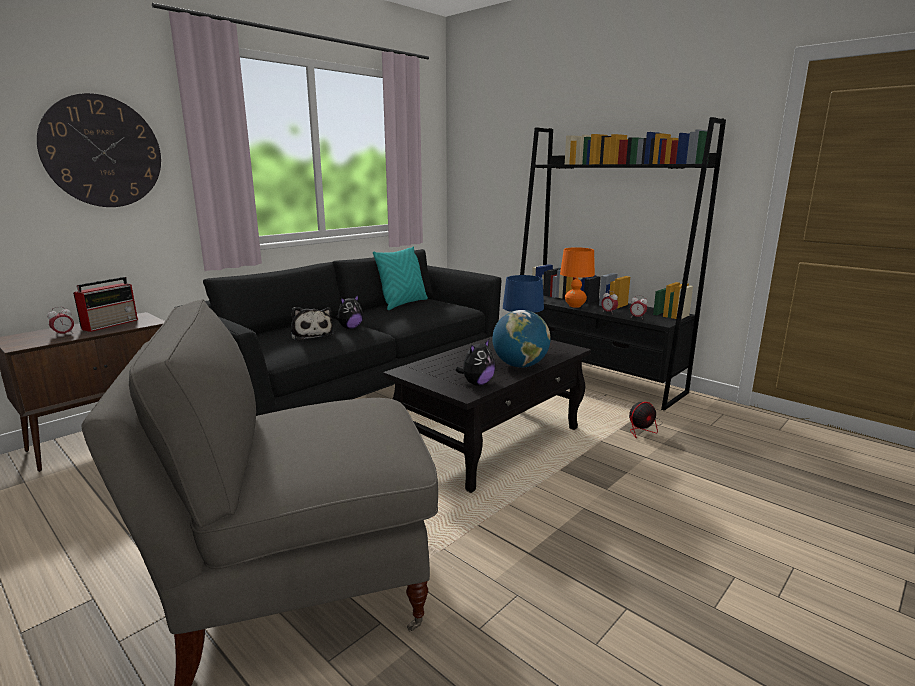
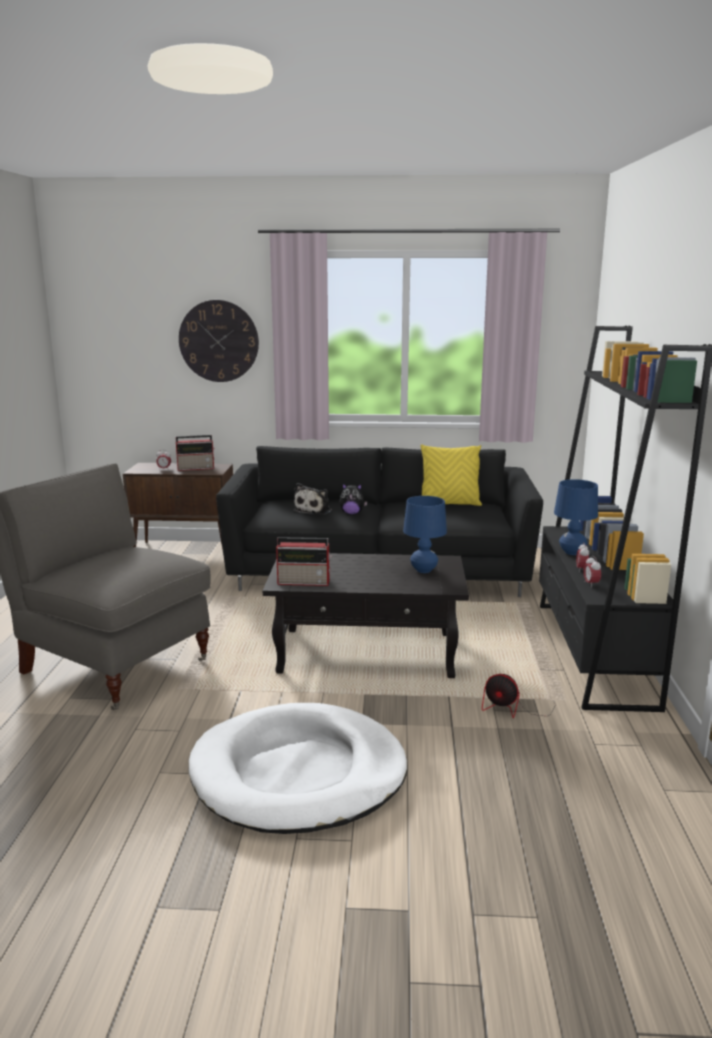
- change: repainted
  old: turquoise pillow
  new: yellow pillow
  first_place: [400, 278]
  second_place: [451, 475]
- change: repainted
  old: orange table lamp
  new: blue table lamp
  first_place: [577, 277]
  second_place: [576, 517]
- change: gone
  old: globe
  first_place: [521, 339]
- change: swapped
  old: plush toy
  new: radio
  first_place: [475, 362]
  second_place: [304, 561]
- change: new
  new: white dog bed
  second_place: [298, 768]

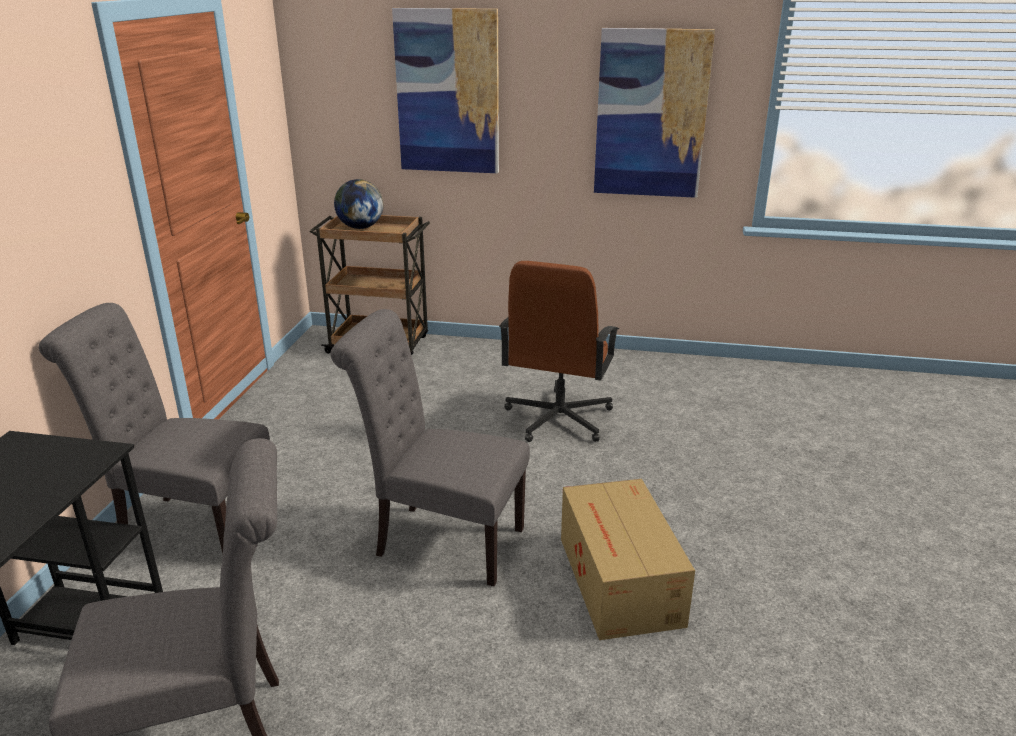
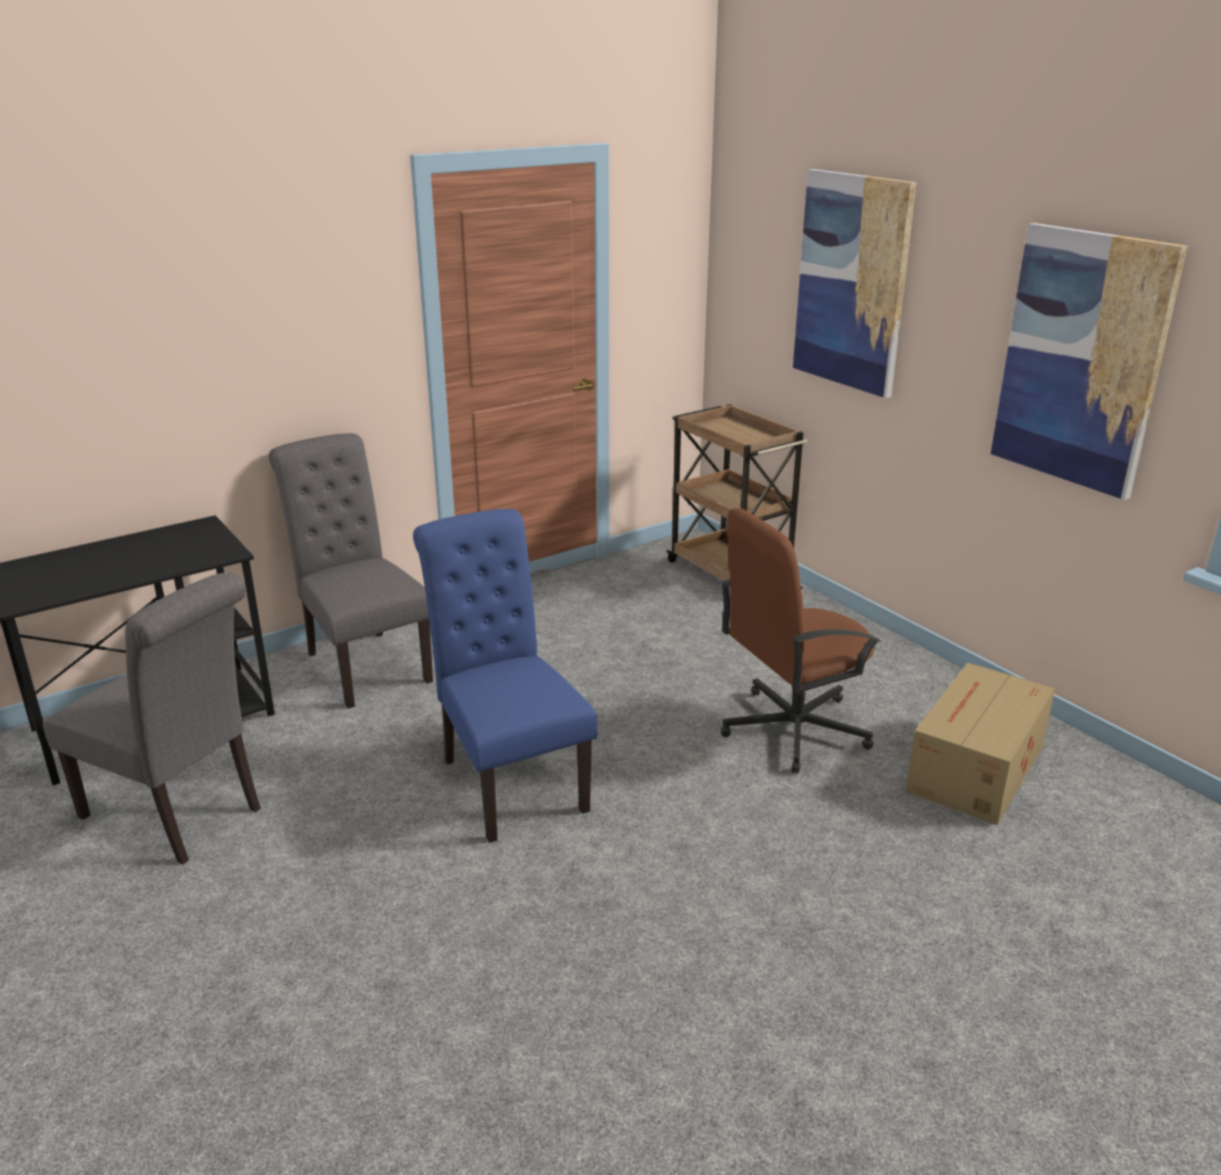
- change: gone
  old: globe
  first_place: [359, 204]
- change: repainted
  old: grey chair
  new: blue chair
  first_place: [430, 447]
  second_place: [505, 676]
- change: shifted
  old: cardboard box
  first_place: [628, 559]
  second_place: [980, 743]

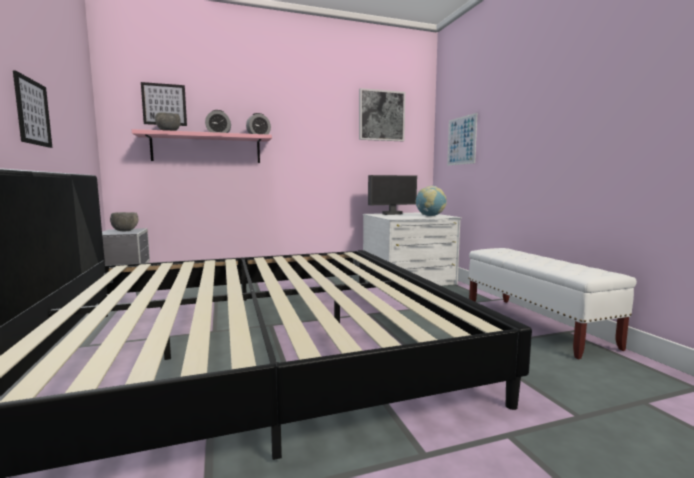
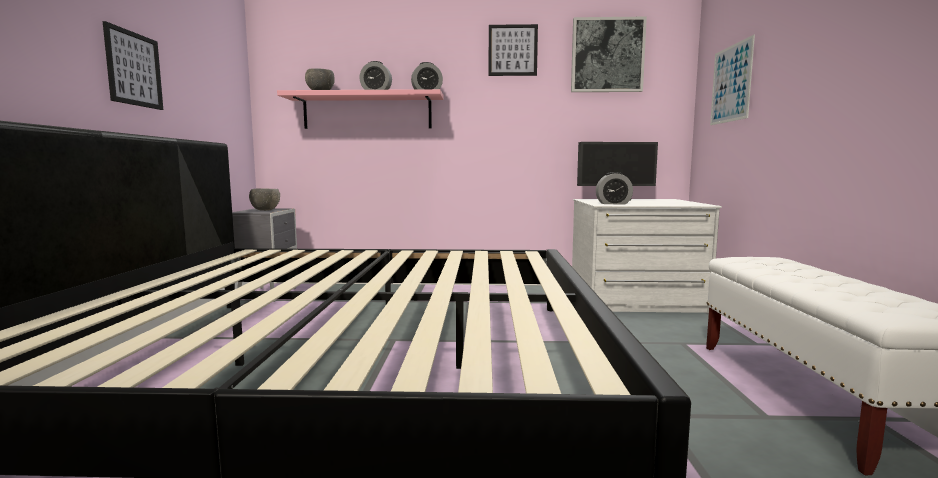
- change: shifted
  old: picture
  first_place: [164, 104]
  second_place: [513, 50]
- change: gone
  old: globe
  first_place: [431, 201]
- change: new
  new: alarm clock
  second_place: [614, 188]

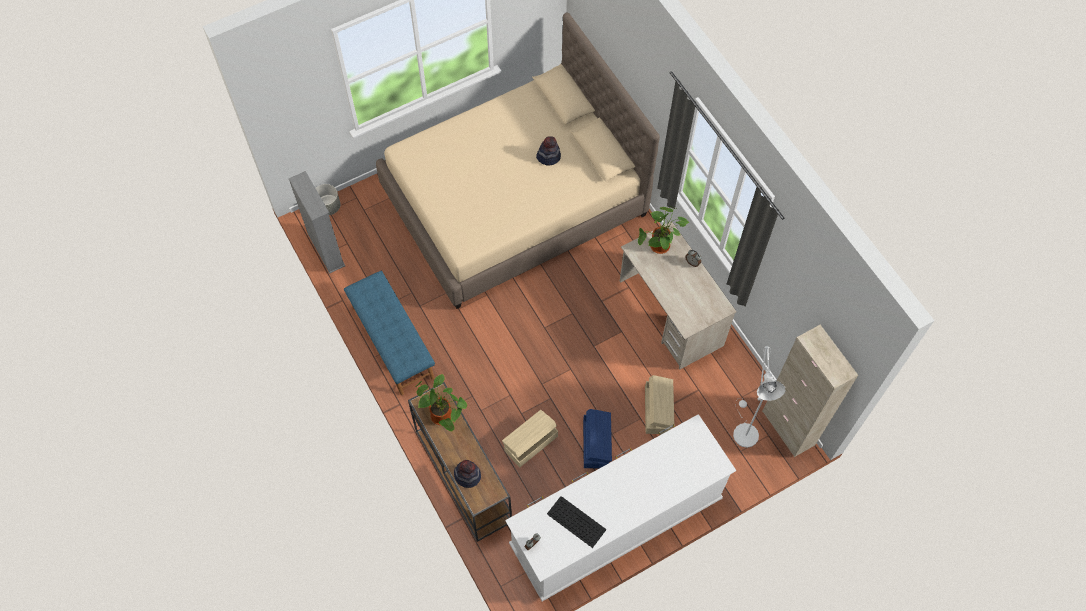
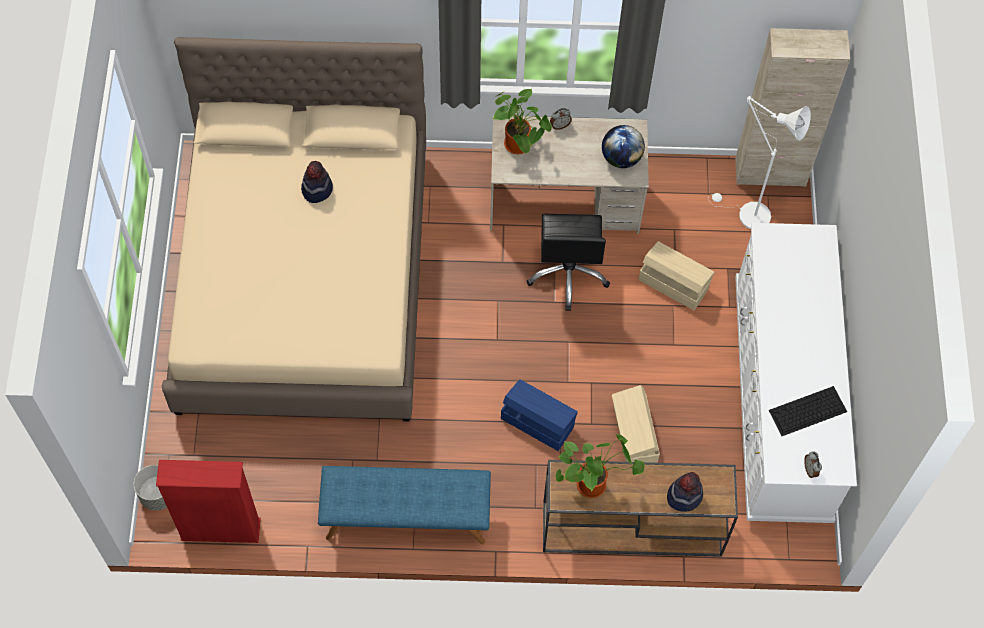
- change: repainted
  old: grey bookcase
  new: red bookcase
  first_place: [317, 222]
  second_place: [208, 501]
- change: shifted
  old: blue storage box
  first_place: [597, 438]
  second_place: [539, 415]
- change: new
  new: globe
  second_place: [623, 146]
- change: new
  new: black office chair
  second_place: [568, 262]

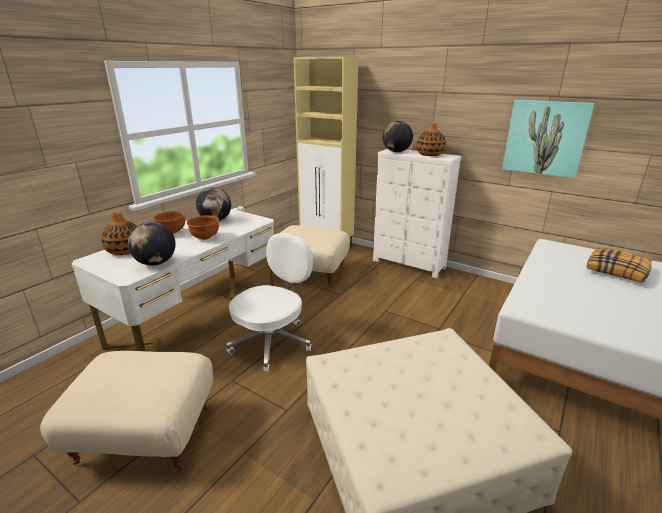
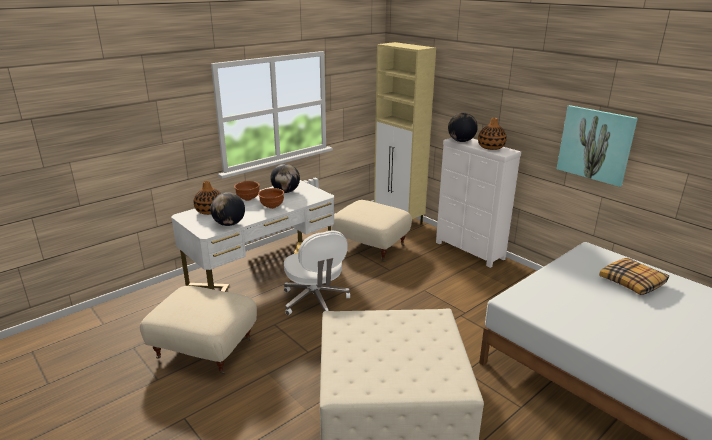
- change: rotated
  old: white office chair
  first_place: [269, 302]
  second_place: [317, 272]
  degrees: 105

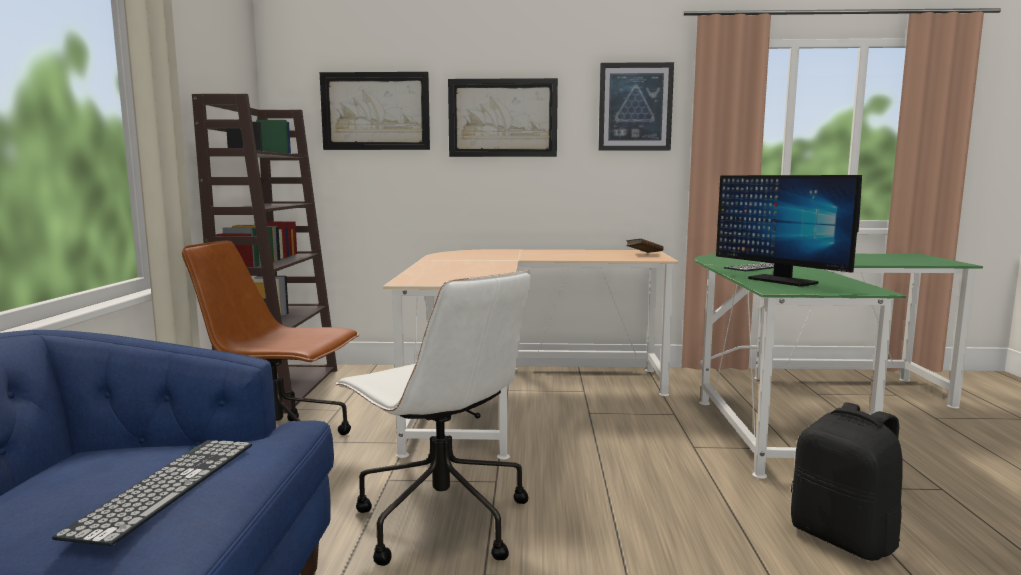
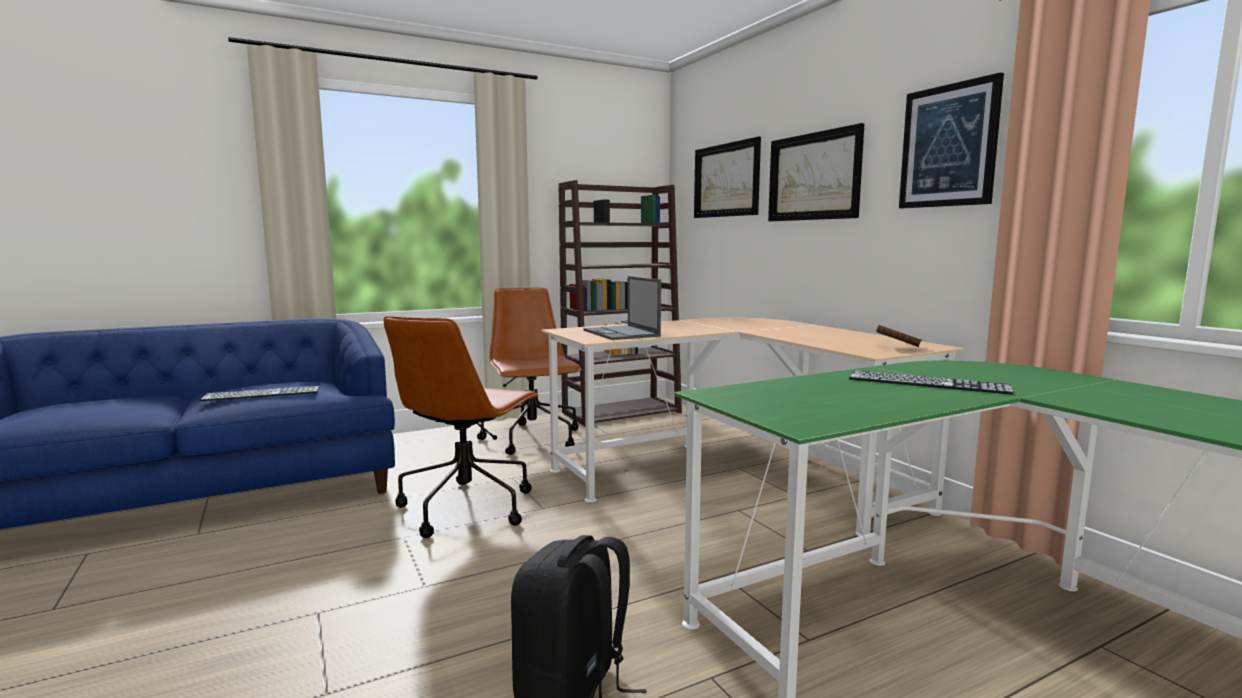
- change: gone
  old: monitor
  first_place: [789, 231]
- change: repainted
  old: white office chair
  new: brown office chair
  first_place: [433, 418]
  second_place: [461, 427]
- change: new
  new: laptop
  second_place: [622, 308]

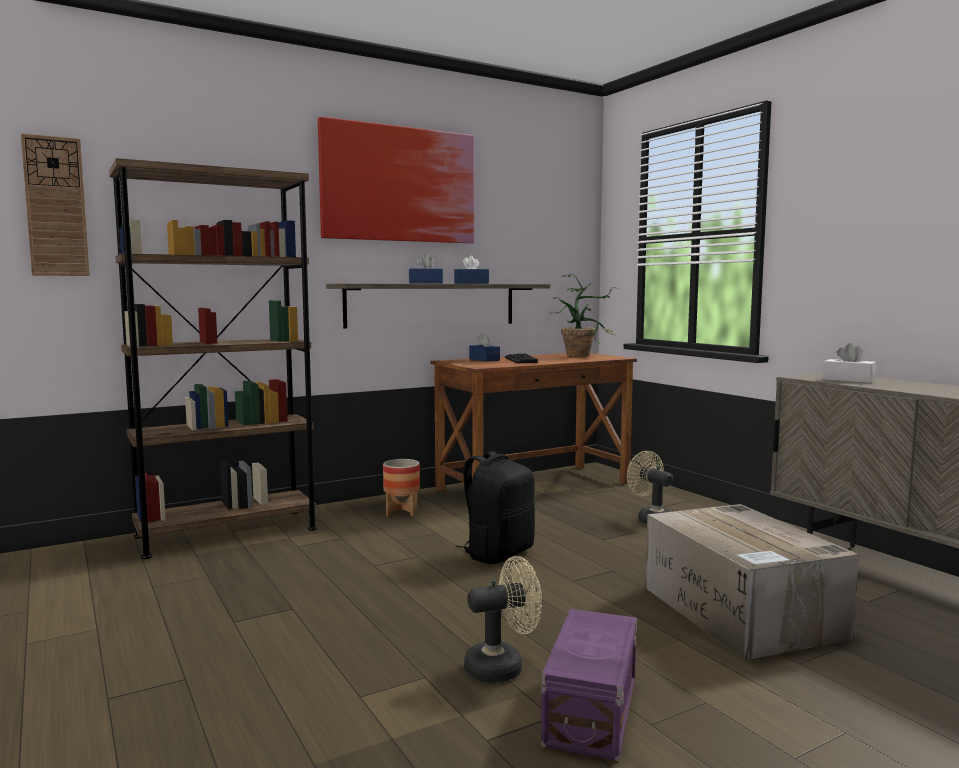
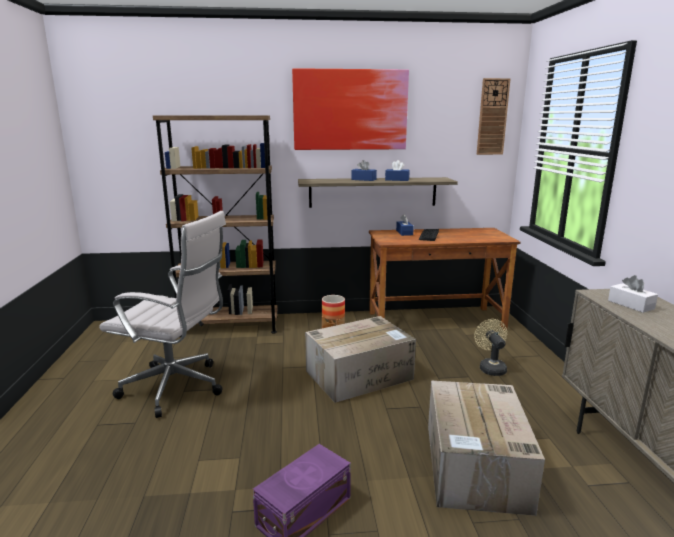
- change: shifted
  old: wall clock
  first_place: [55, 204]
  second_place: [494, 116]
- change: gone
  old: potted plant
  first_place: [583, 315]
- change: swapped
  old: black backpack
  new: cardboard box
  first_place: [495, 507]
  second_place: [360, 359]
- change: gone
  old: beige fan
  first_place: [503, 619]
- change: new
  new: white office chair
  second_place: [162, 314]

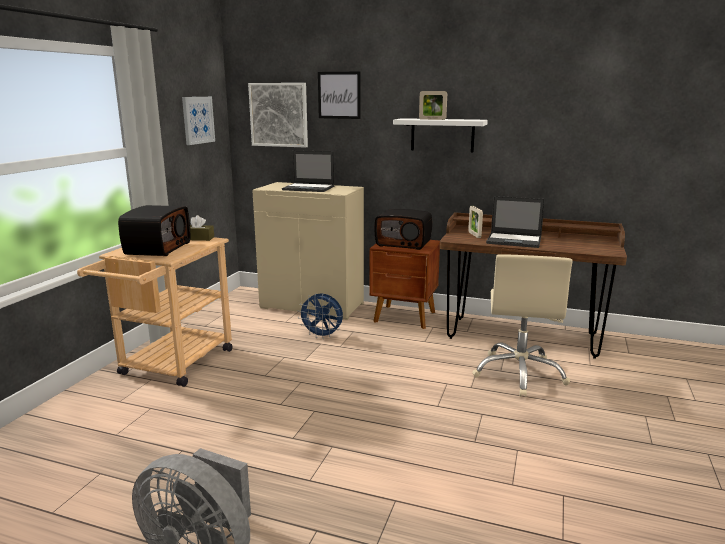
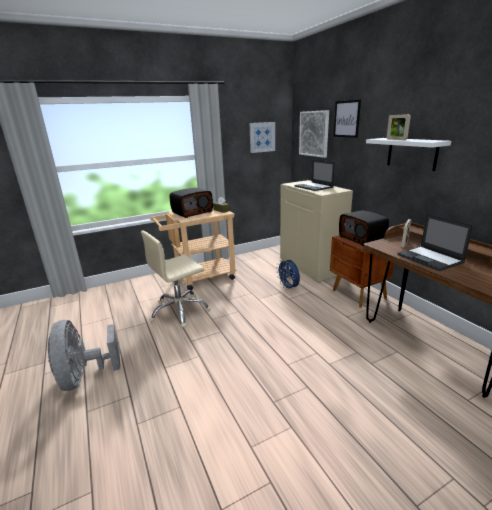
- change: shifted
  old: beige office chair
  first_place: [522, 325]
  second_place: [176, 279]

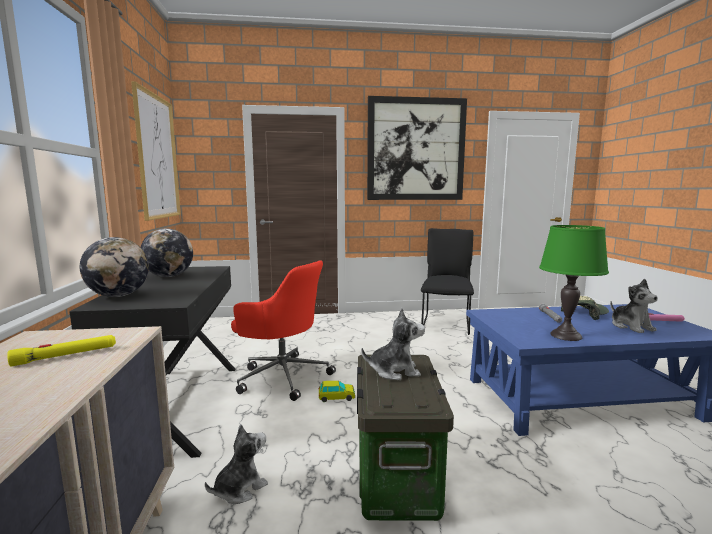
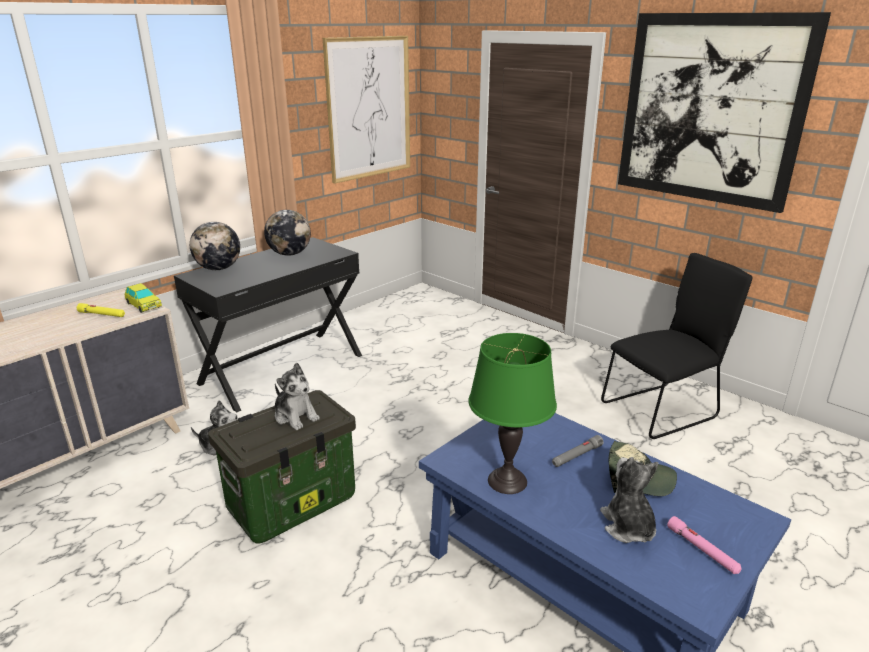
- change: gone
  old: red office chair
  first_place: [283, 330]
- change: rotated
  old: plush toy
  first_place: [634, 306]
  second_place: [629, 500]
  degrees: 135
- change: shifted
  old: toy car
  first_place: [337, 391]
  second_place: [143, 298]

